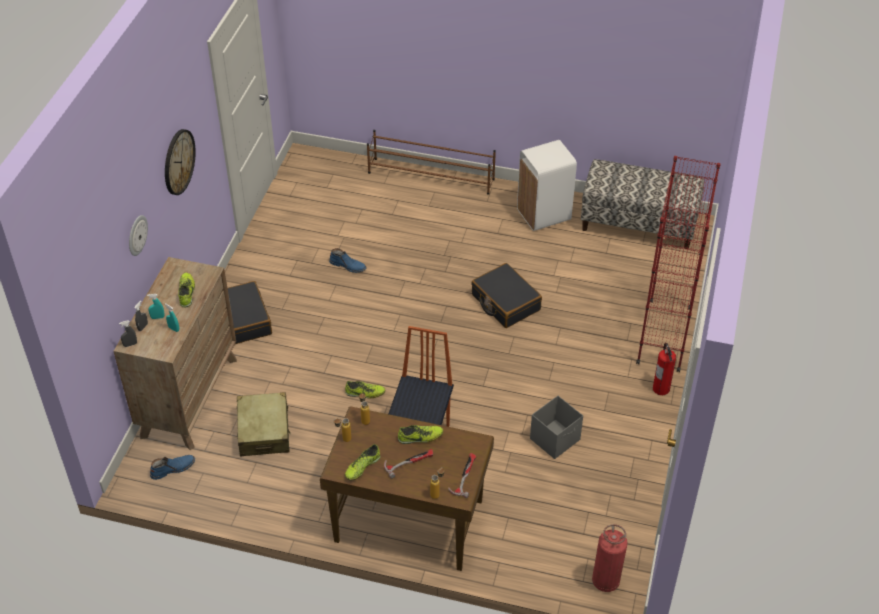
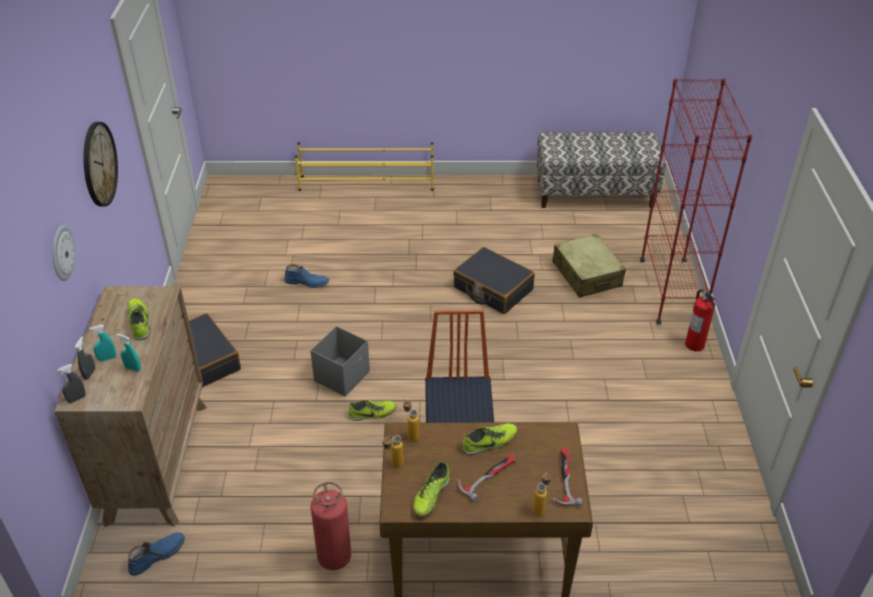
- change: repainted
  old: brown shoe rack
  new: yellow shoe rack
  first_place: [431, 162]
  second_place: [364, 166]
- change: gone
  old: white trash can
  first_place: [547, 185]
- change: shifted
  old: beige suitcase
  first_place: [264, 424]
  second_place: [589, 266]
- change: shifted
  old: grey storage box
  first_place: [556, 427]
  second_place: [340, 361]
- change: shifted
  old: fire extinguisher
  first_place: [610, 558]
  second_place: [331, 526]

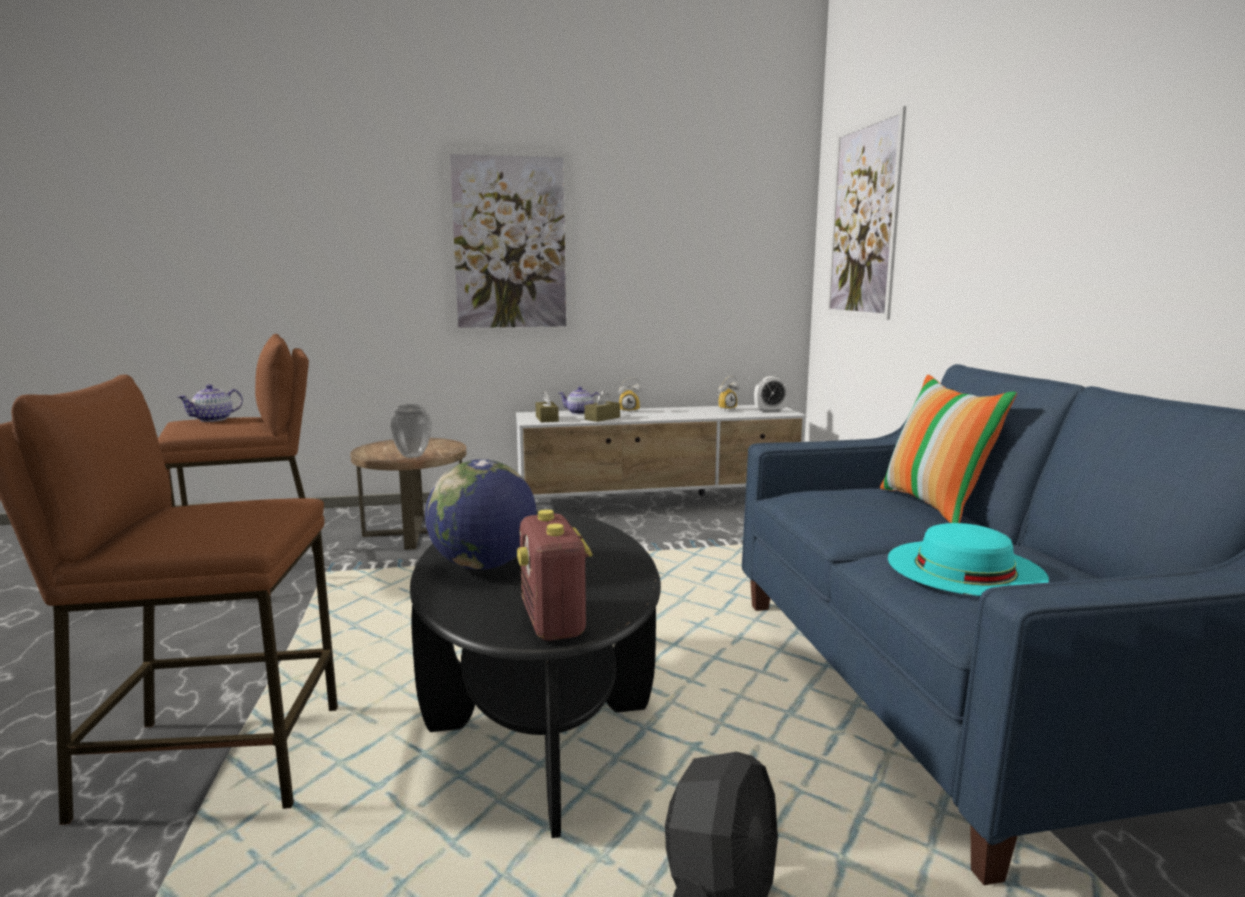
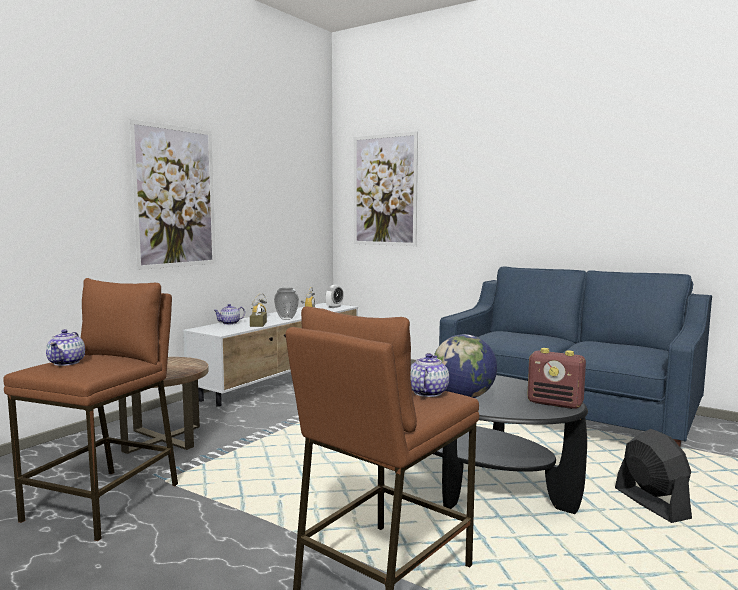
- change: gone
  old: pillow
  first_place: [948, 448]
- change: gone
  old: brown tissue box
  first_place: [547, 407]
- change: shifted
  old: vase
  first_place: [410, 431]
  second_place: [286, 304]
- change: gone
  old: turquoise hat
  first_place: [968, 559]
- change: new
  new: teapot
  second_place: [429, 375]

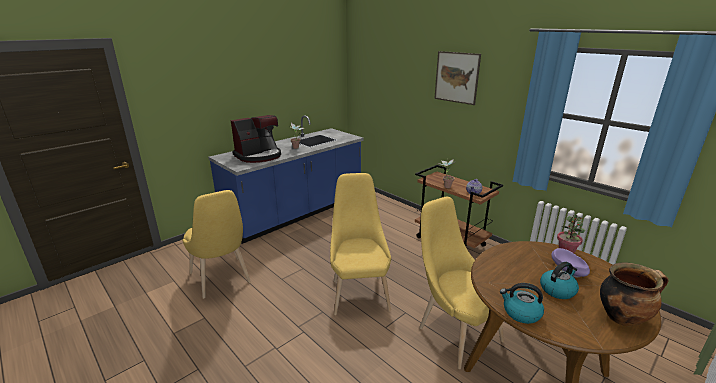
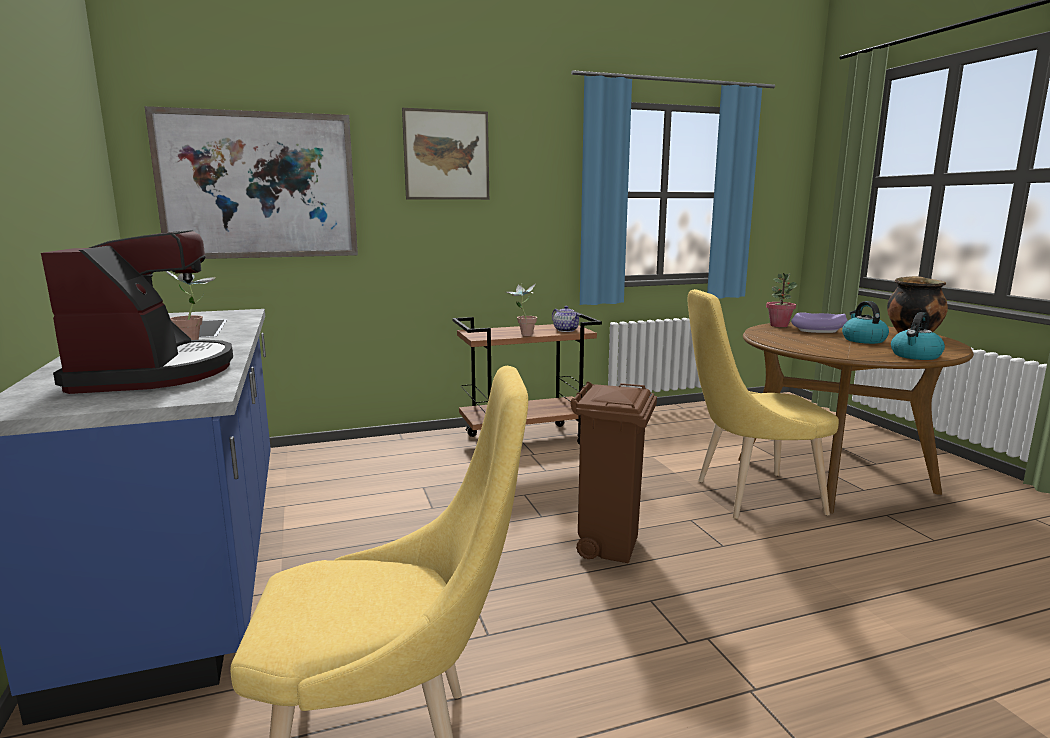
- change: swapped
  old: yellow chair
  new: brown trash can
  first_place: [360, 244]
  second_place: [613, 472]
- change: new
  new: picture
  second_place: [251, 182]

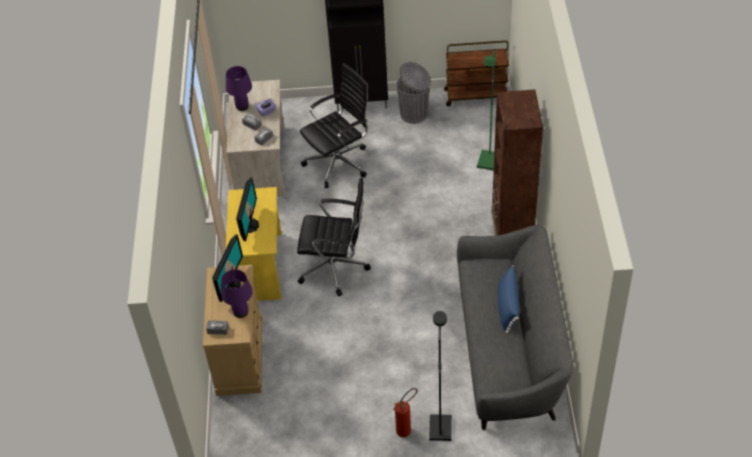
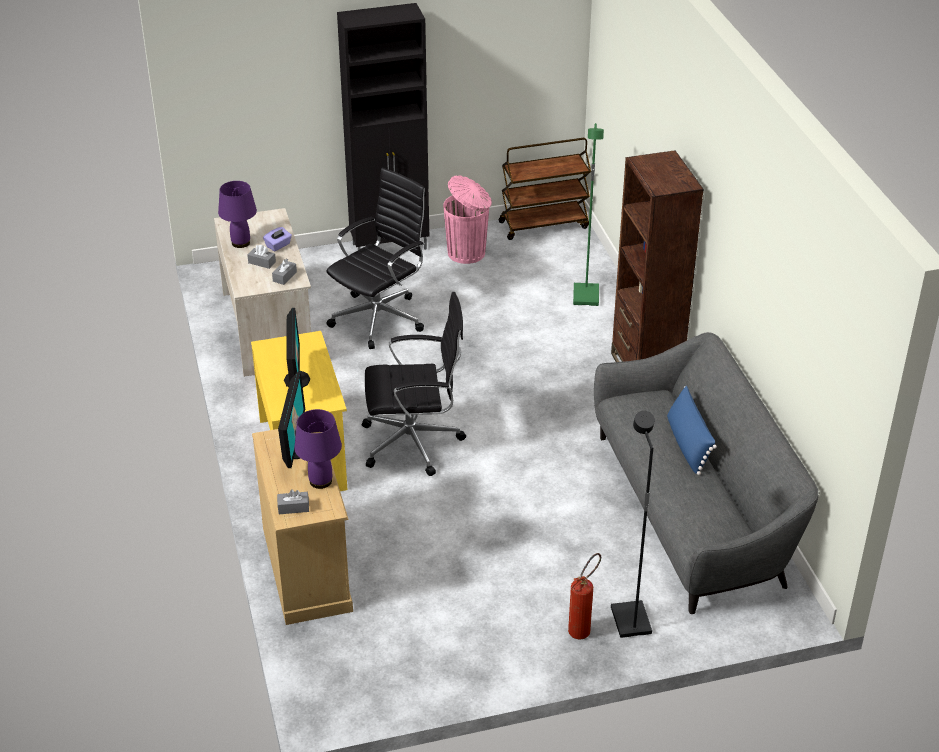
- change: repainted
  old: grey trash can
  new: pink trash can
  first_place: [413, 93]
  second_place: [467, 219]

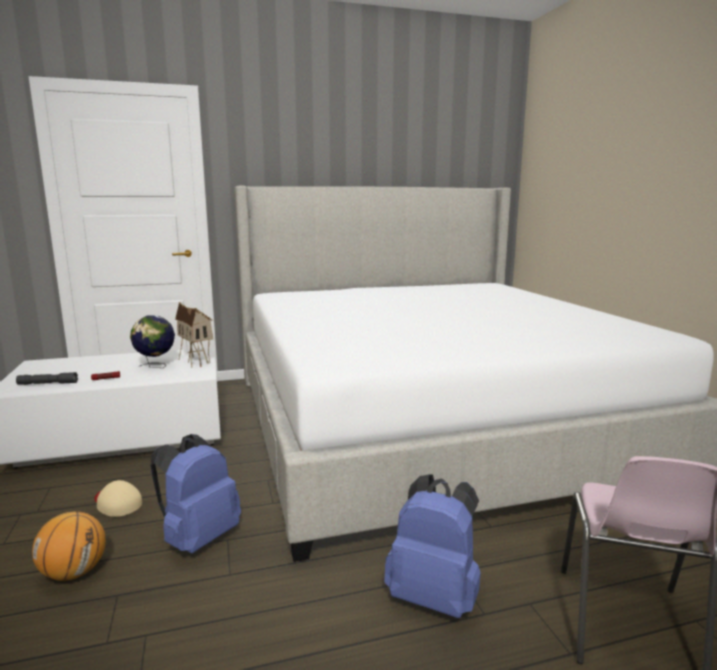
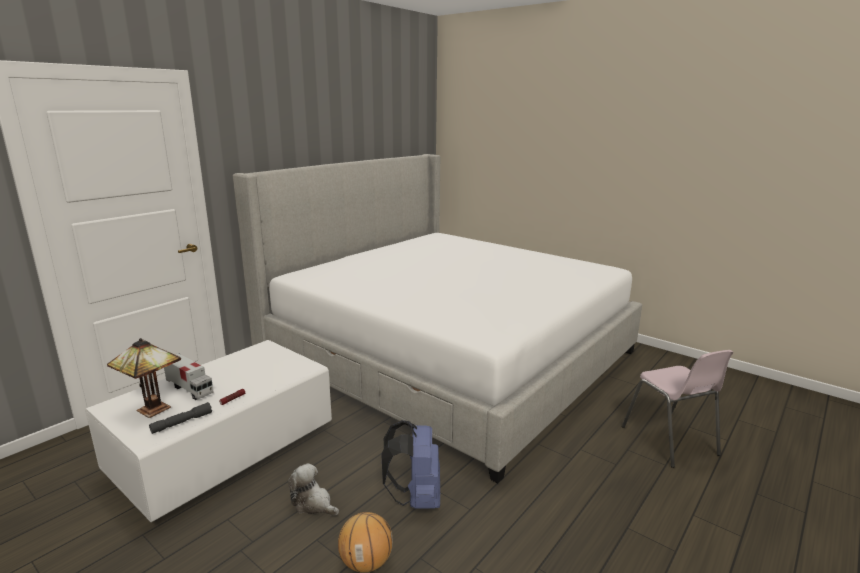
- change: gone
  old: toy house
  first_place: [194, 335]
- change: gone
  old: globe
  first_place: [152, 341]
- change: gone
  old: blue backpack
  first_place: [432, 546]
- change: swapped
  old: beige cap
  new: plush toy
  first_place: [118, 498]
  second_place: [313, 489]
- change: new
  new: table lamp
  second_place: [144, 378]
- change: new
  new: toy truck
  second_place: [189, 376]

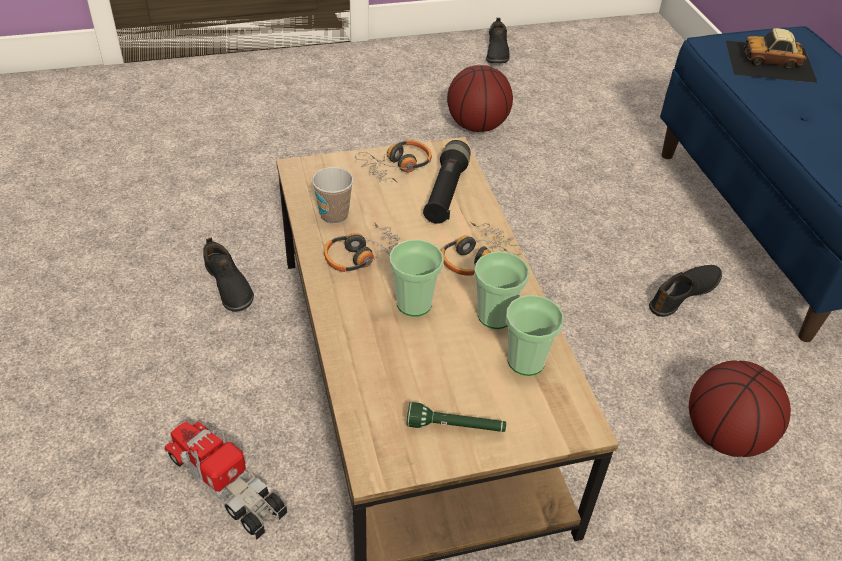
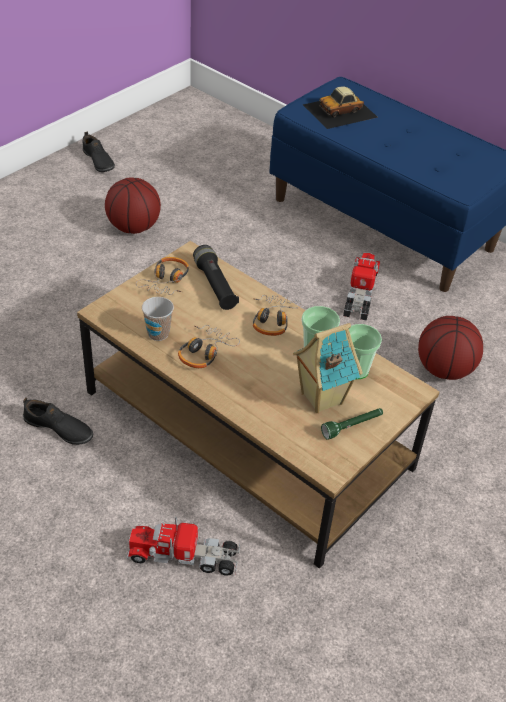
- change: gone
  old: cup
  first_place: [417, 278]
- change: swapped
  old: black shoe
  new: toy truck
  first_place: [685, 291]
  second_place: [361, 287]
- change: new
  new: toy house
  second_place: [328, 368]

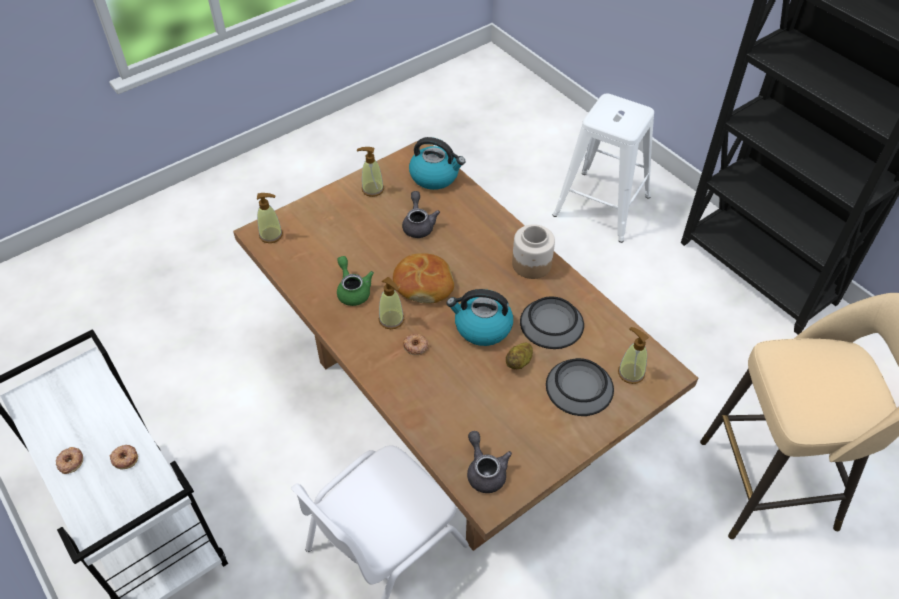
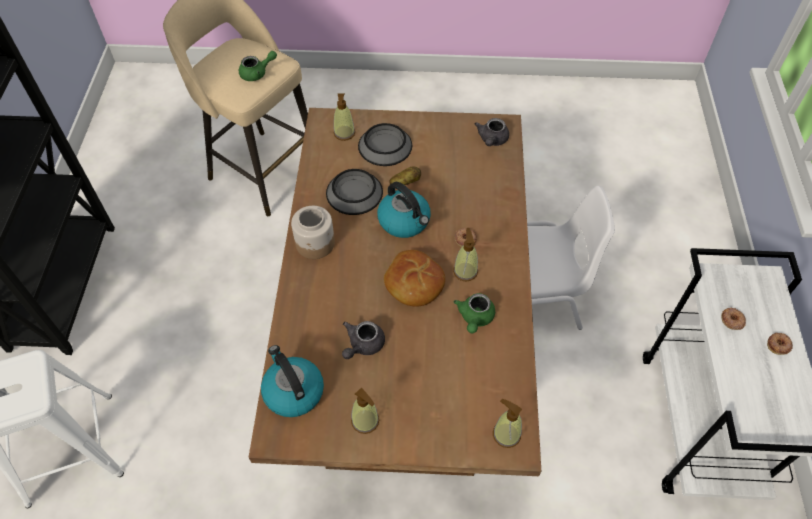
- change: new
  new: green teapot
  second_place: [258, 66]

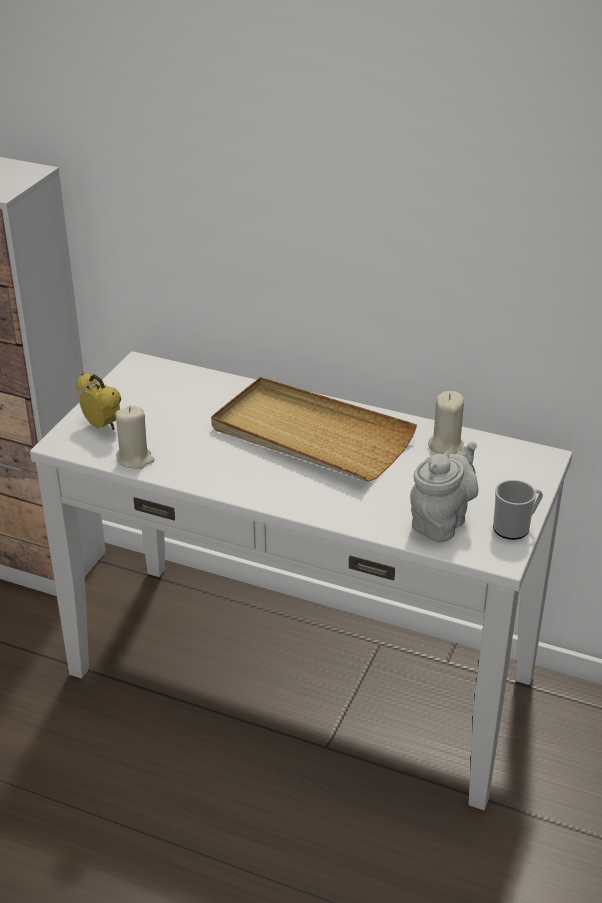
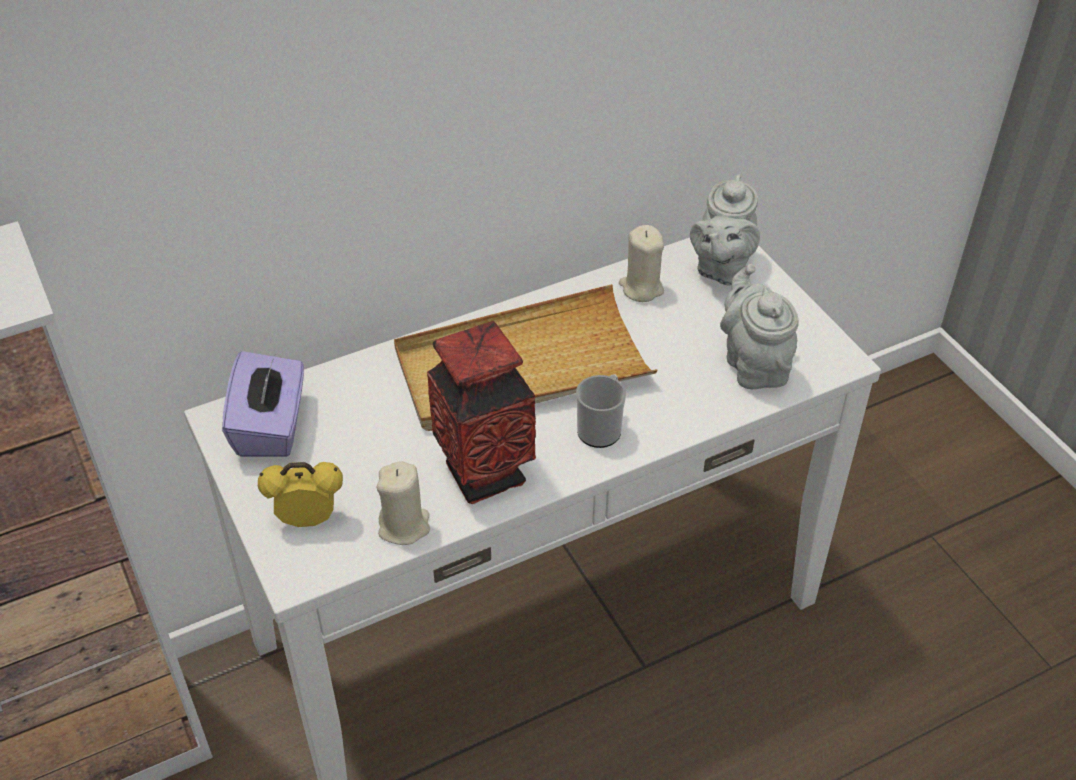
- change: shifted
  old: mug
  first_place: [518, 510]
  second_place: [601, 411]
- change: new
  new: grey teapot
  second_place: [725, 229]
- change: new
  new: vase
  second_place: [481, 412]
- change: new
  new: purple tissue box
  second_place: [263, 404]

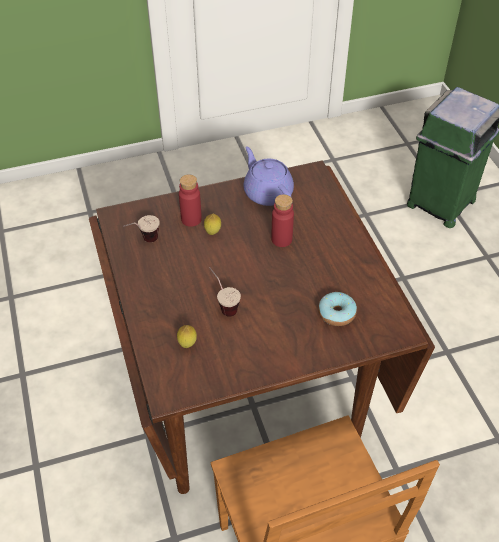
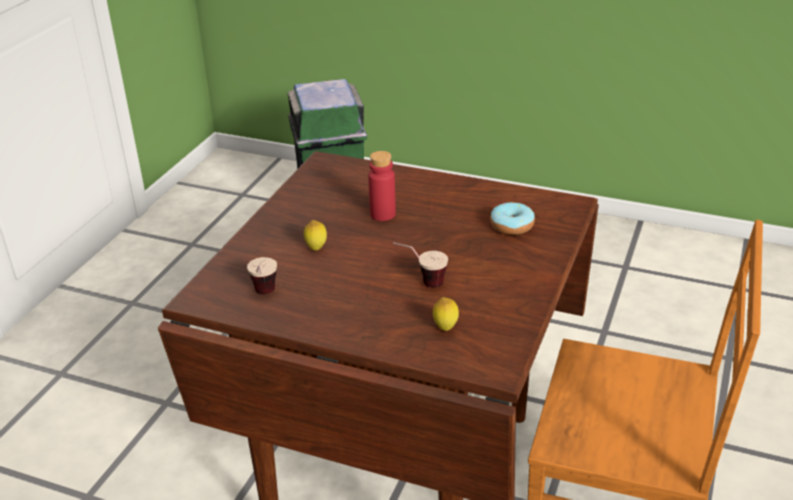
- change: gone
  old: purple teapot
  first_place: [269, 176]
- change: gone
  old: red bottle
  first_place: [190, 200]

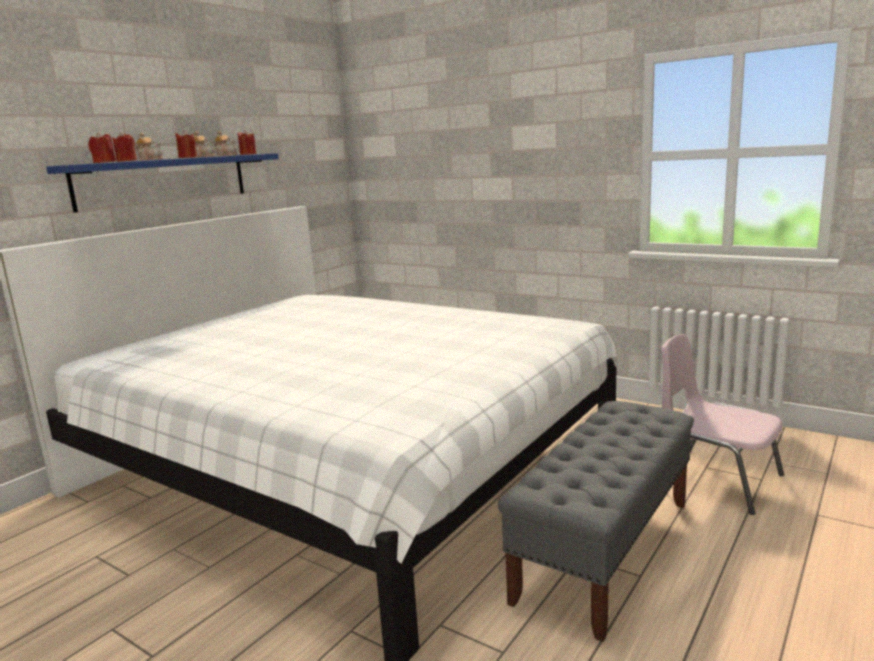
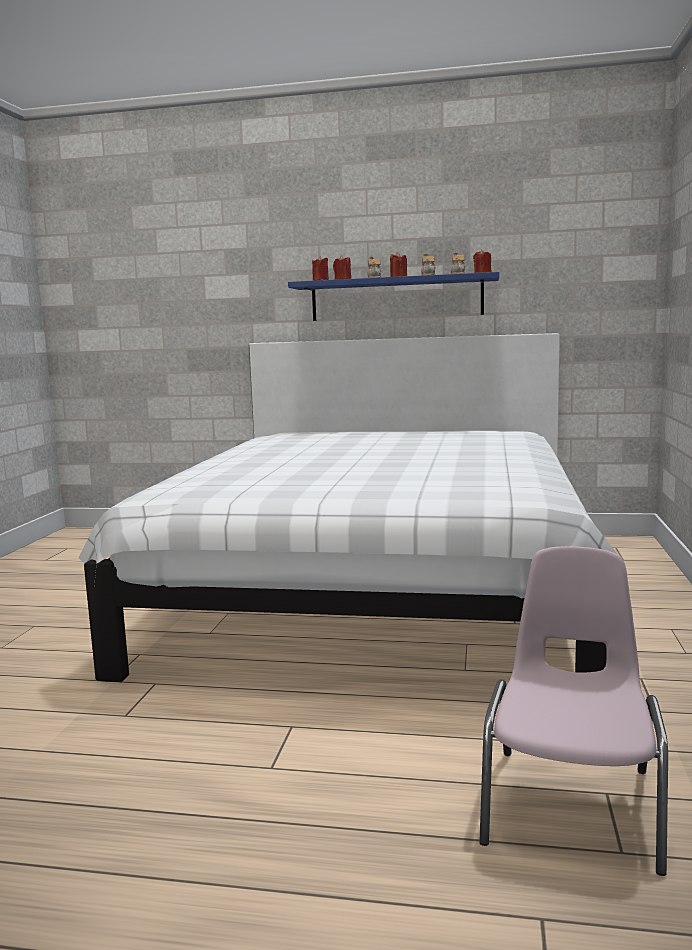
- change: gone
  old: grey bench
  first_place: [596, 521]

